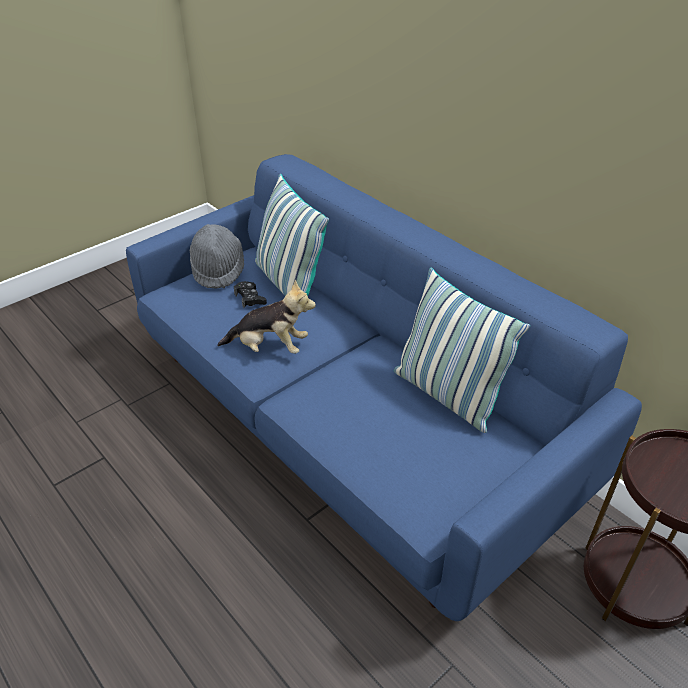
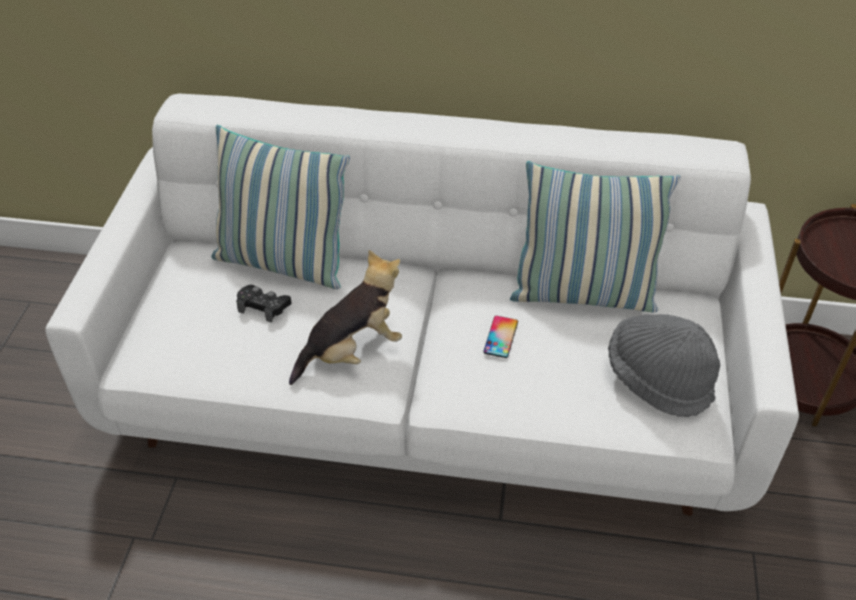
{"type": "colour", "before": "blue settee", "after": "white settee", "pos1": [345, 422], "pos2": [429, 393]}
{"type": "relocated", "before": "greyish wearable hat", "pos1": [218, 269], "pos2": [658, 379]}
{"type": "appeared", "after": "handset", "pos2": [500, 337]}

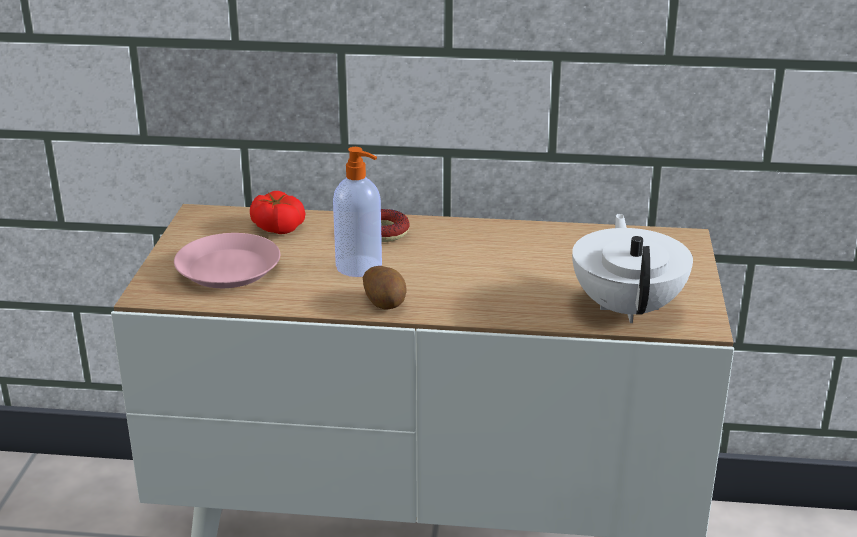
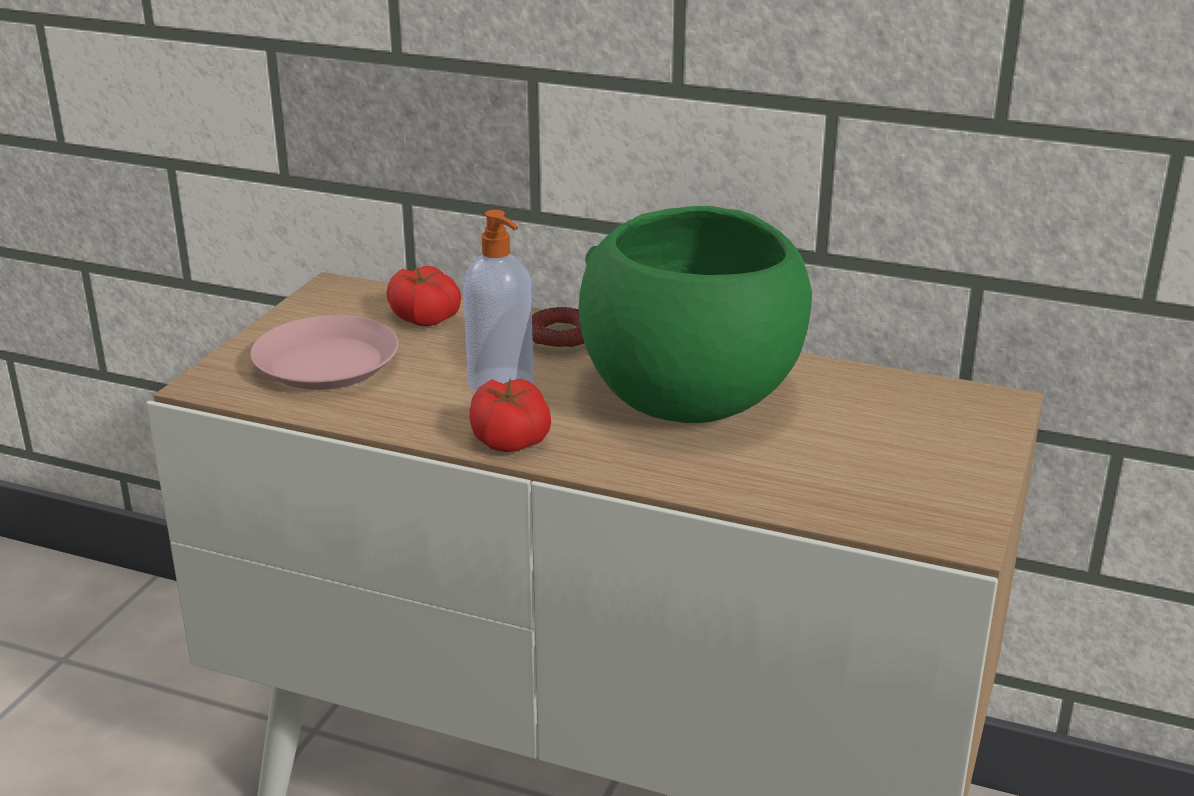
{"type": "missing", "before": "white teapot", "pos1": [628, 307]}
{"type": "exchanged", "before": "whole potato", "after": "fresh tomato", "pos1": [385, 302], "pos2": [509, 437]}
{"type": "appeared", "after": "green-coloured deep dish", "pos2": [688, 393]}

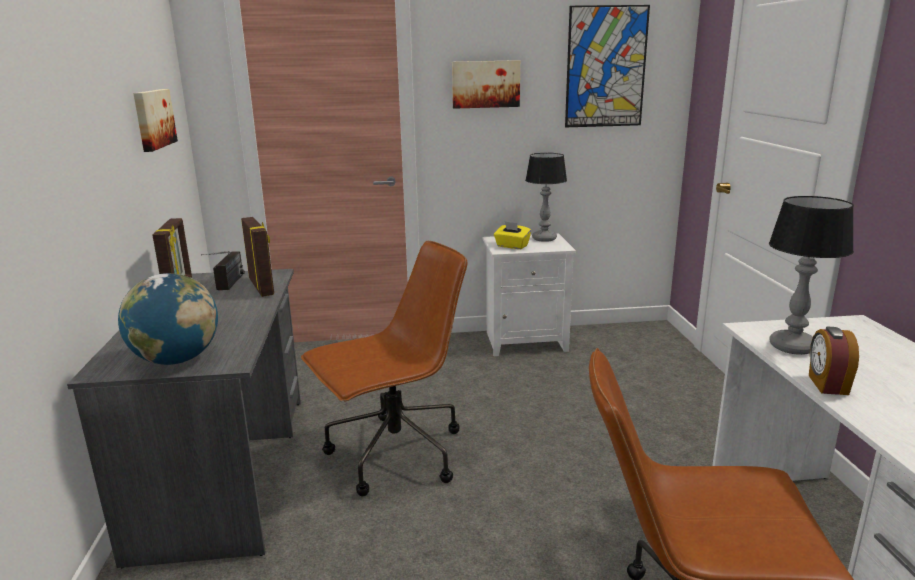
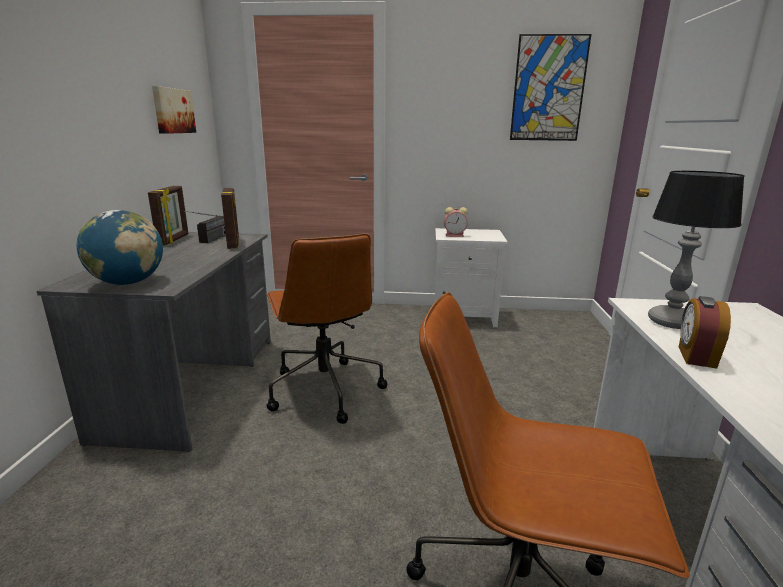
{"type": "missing", "before": "wall picture", "pos1": [485, 84]}
{"type": "missing", "before": "table lamp", "pos1": [544, 239]}
{"type": "exchanged", "before": "yellow tissue box", "after": "alarm clock", "pos1": [512, 246], "pos2": [455, 235]}
{"type": "spun", "before": "brown-coloured computer chair", "pos1": [394, 455], "pos2": [324, 389], "turn": 90}

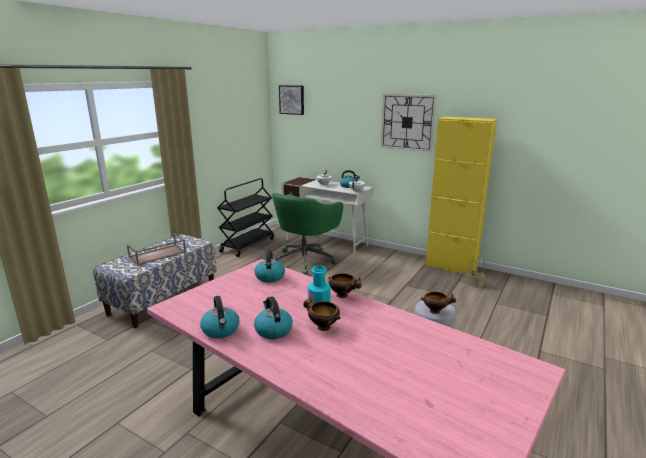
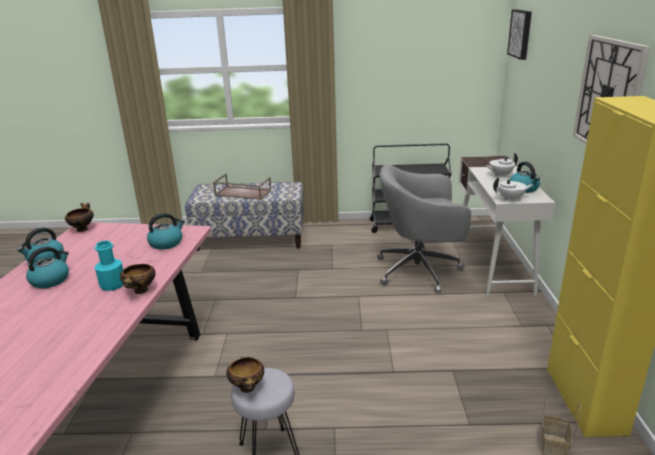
{"type": "colour", "before": "green-coloured computer chair", "after": "greyish computer chair", "pos1": [305, 260], "pos2": [420, 270]}
{"type": "relocated", "before": "deep dish", "pos1": [322, 327], "pos2": [82, 229]}

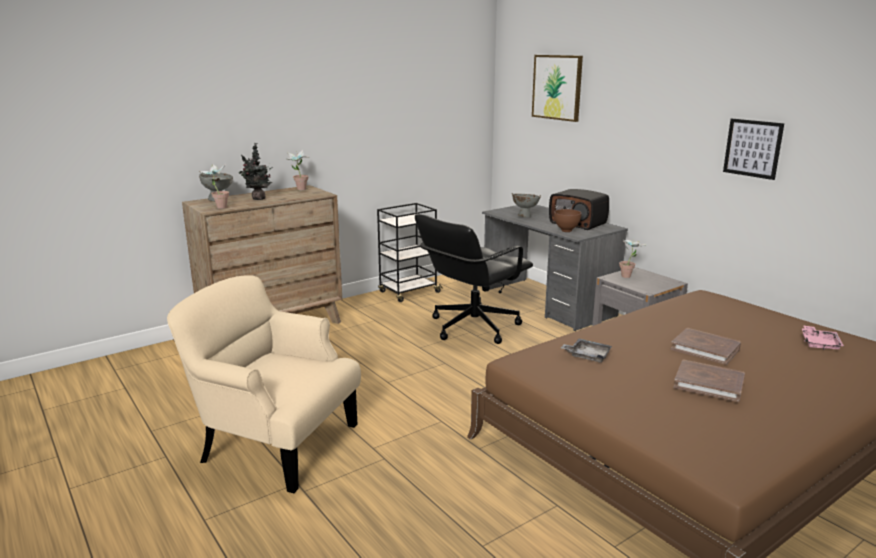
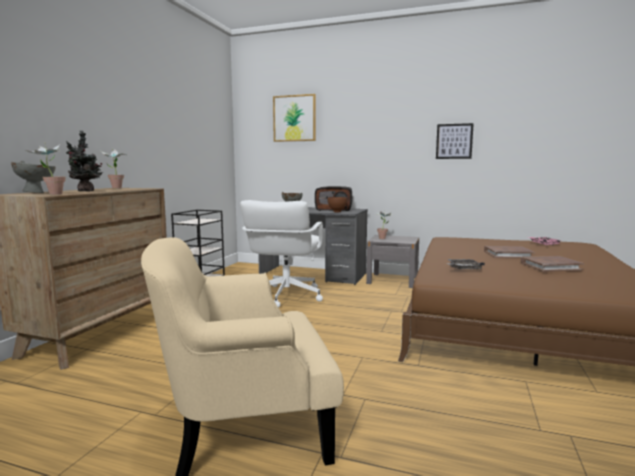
{"type": "colour", "before": "black-coloured computer chair", "after": "white computer chair", "pos1": [472, 327], "pos2": [285, 296]}

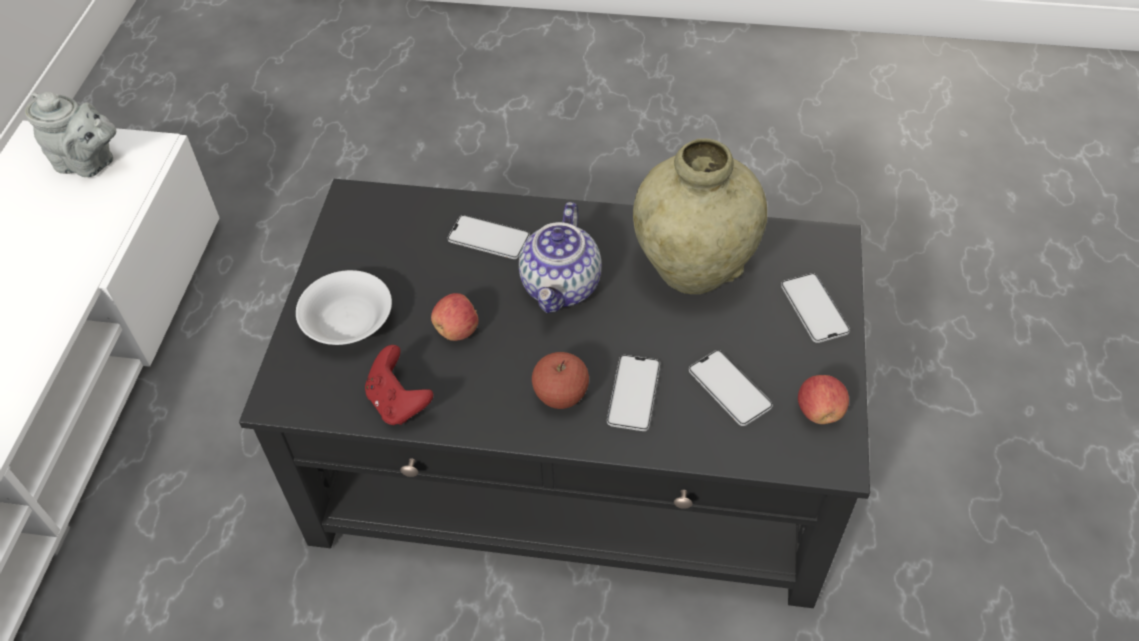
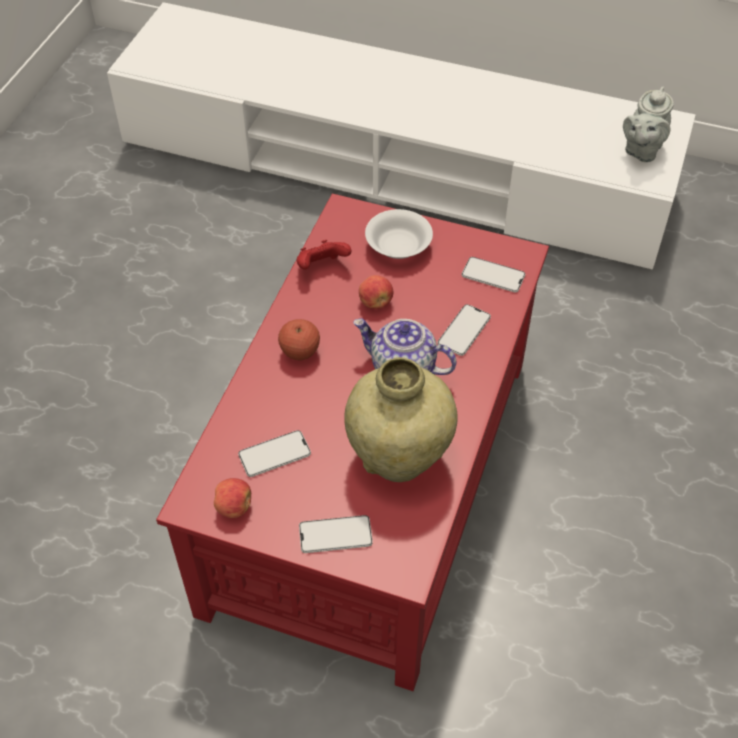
{"type": "colour", "before": "black-coloured lounge table", "after": "red-coloured lounge table", "pos1": [576, 457], "pos2": [369, 482]}
{"type": "relocated", "before": "handset", "pos1": [633, 393], "pos2": [493, 275]}

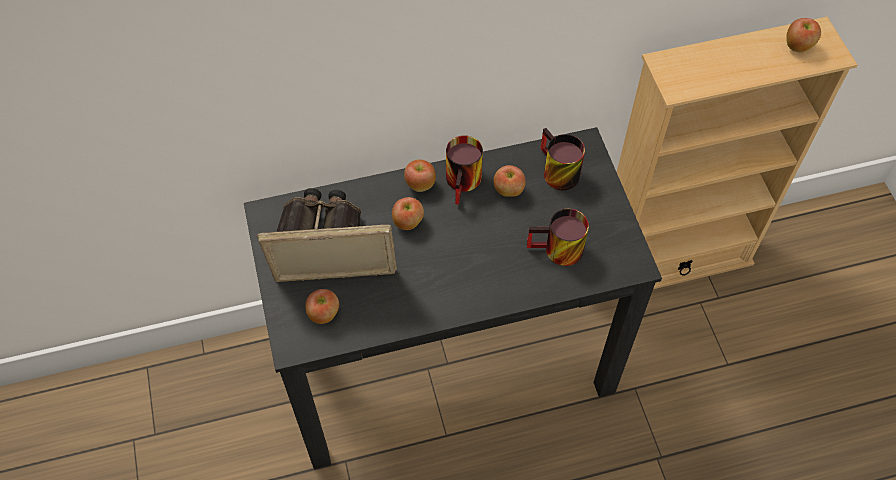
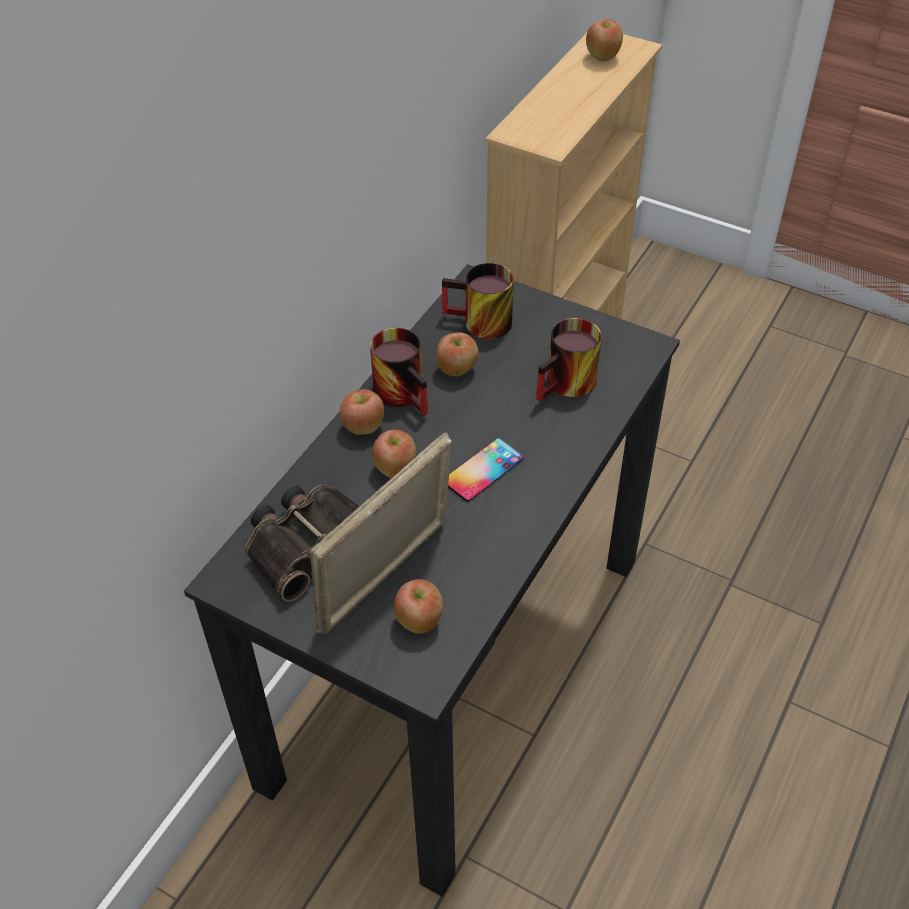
{"type": "appeared", "after": "handset", "pos2": [483, 470]}

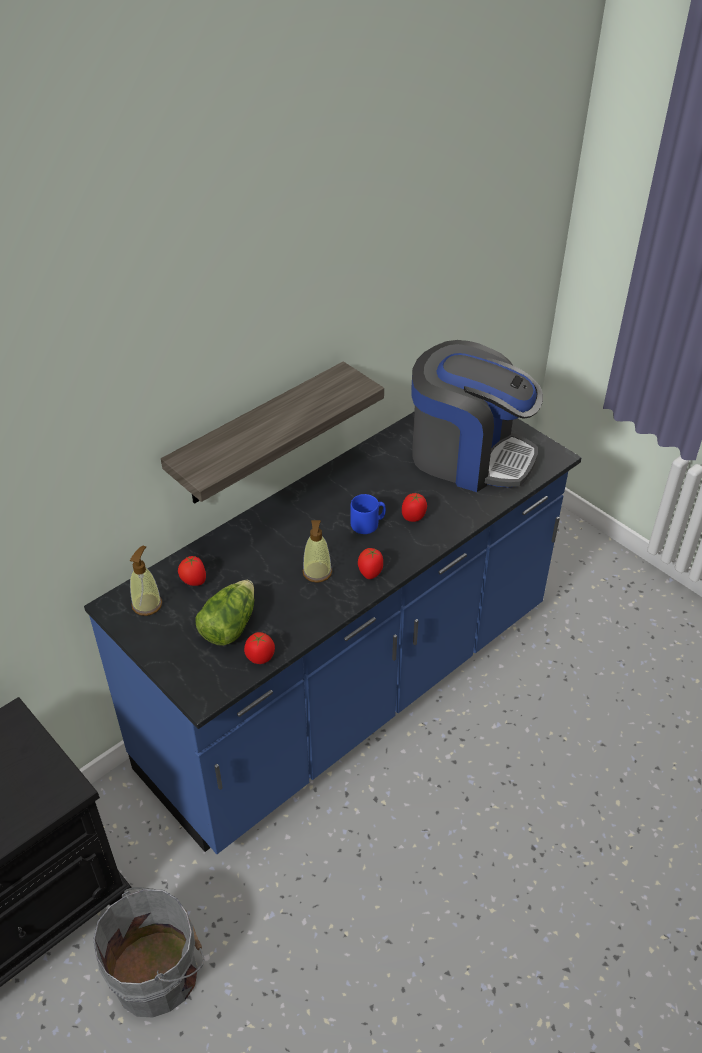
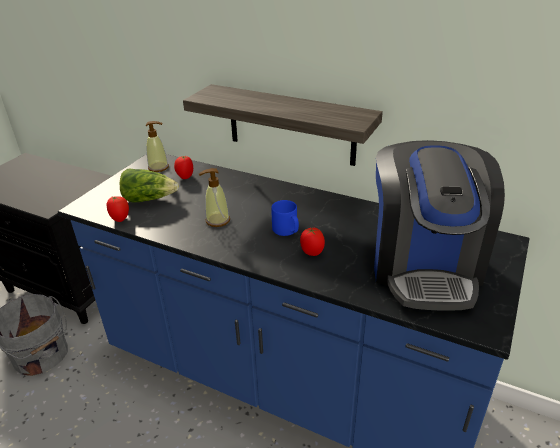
{"type": "missing", "before": "fresh tomato", "pos1": [370, 573]}

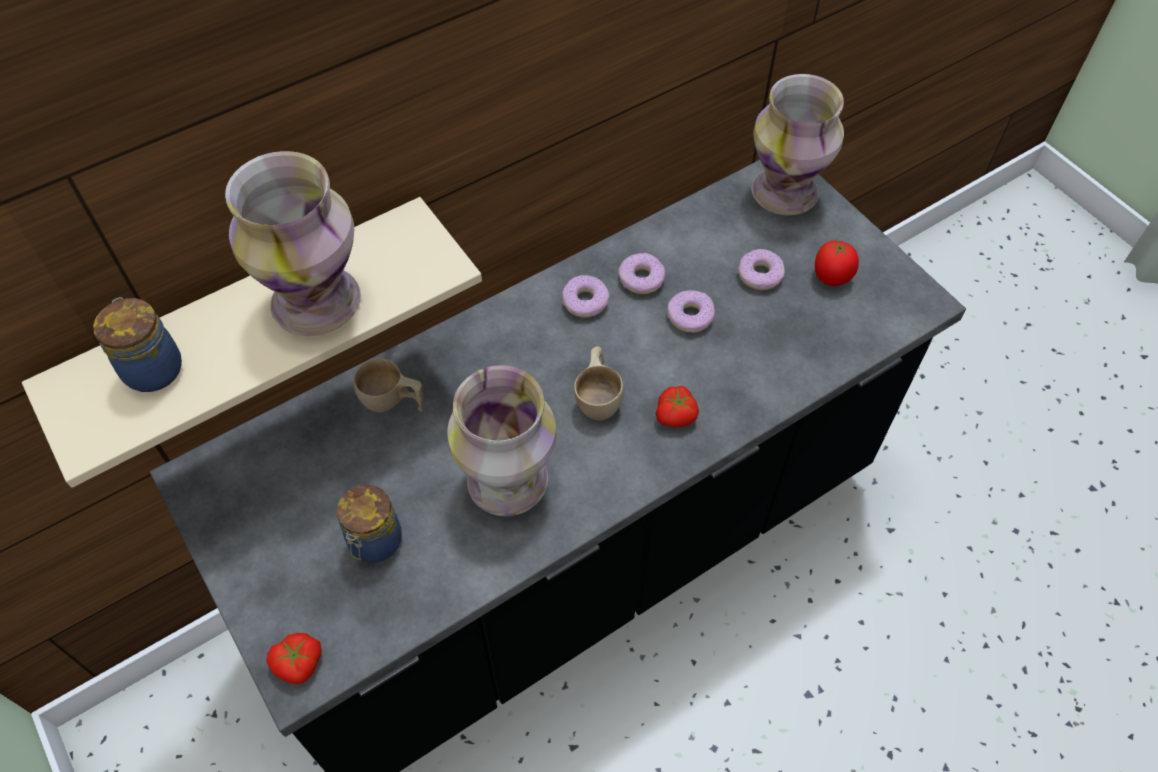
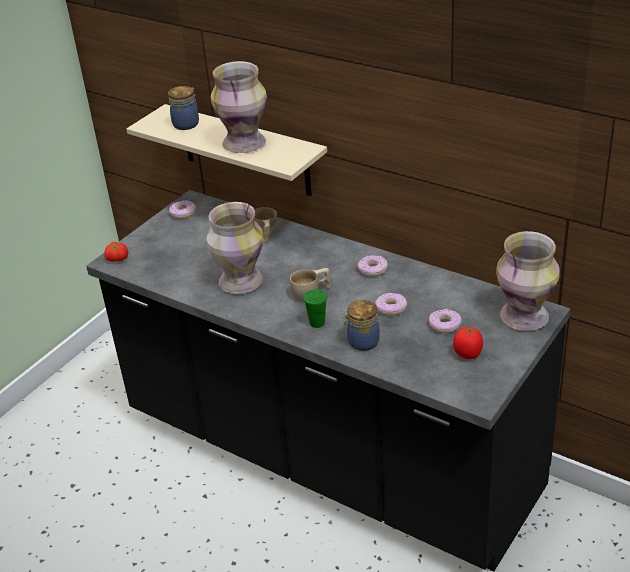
{"type": "relocated", "before": "doughnut", "pos1": [641, 279], "pos2": [183, 213]}
{"type": "exchanged", "before": "fresh tomato", "after": "green-coloured cup", "pos1": [676, 415], "pos2": [317, 323]}
{"type": "relocated", "before": "preserve jar", "pos1": [374, 543], "pos2": [362, 342]}

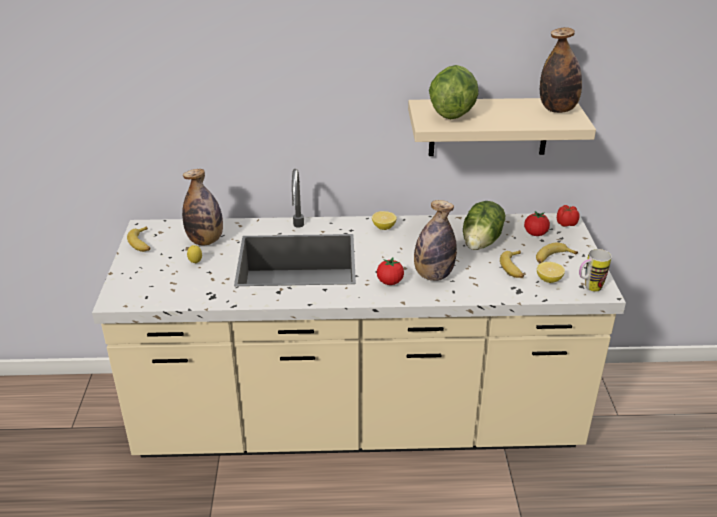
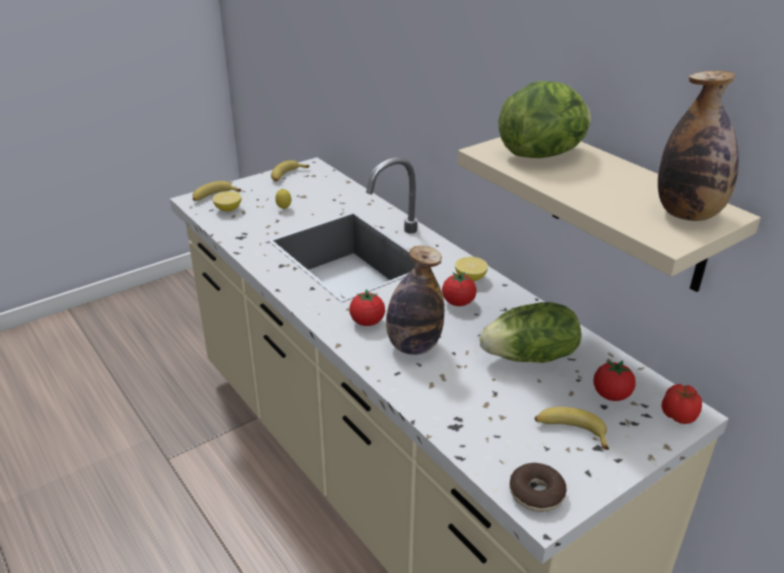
{"type": "missing", "before": "bottle", "pos1": [205, 241]}
{"type": "exchanged", "before": "mug", "after": "doughnut", "pos1": [588, 288], "pos2": [536, 493]}
{"type": "relocated", "before": "banana", "pos1": [514, 268], "pos2": [214, 196]}
{"type": "relocated", "before": "citrus fruit", "pos1": [549, 280], "pos2": [228, 209]}
{"type": "appeared", "after": "fresh tomato", "pos2": [458, 302]}

